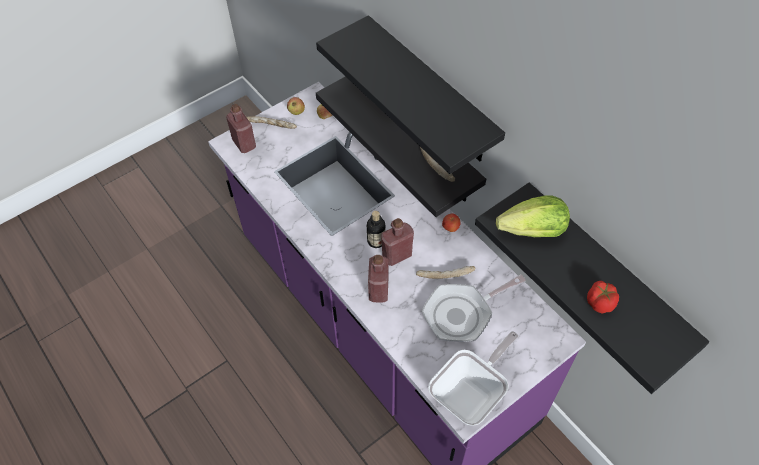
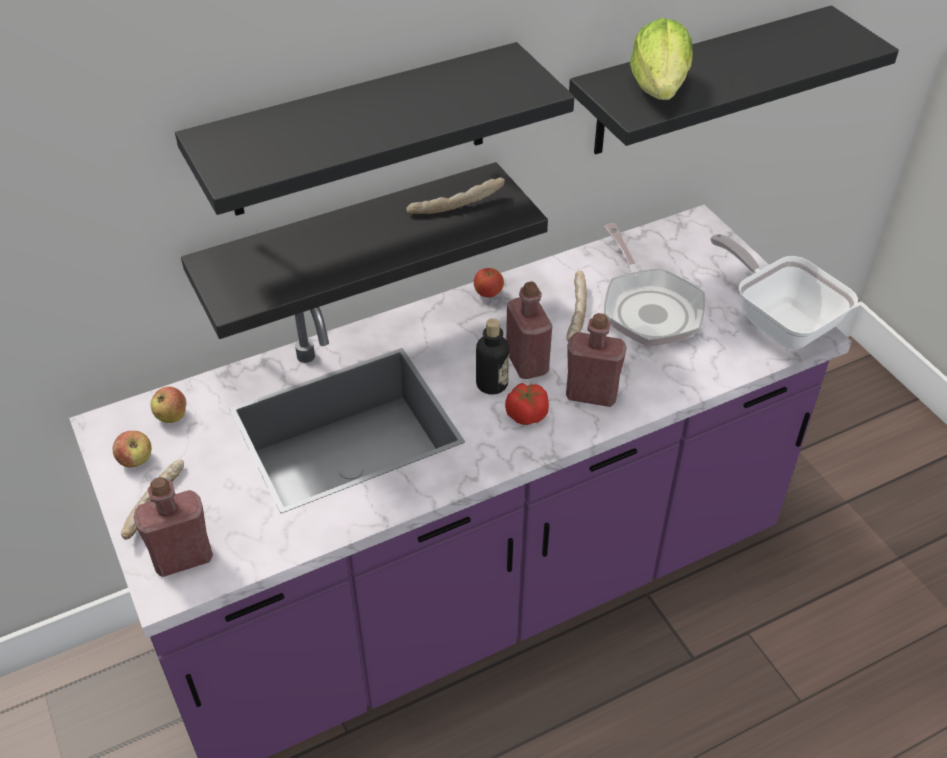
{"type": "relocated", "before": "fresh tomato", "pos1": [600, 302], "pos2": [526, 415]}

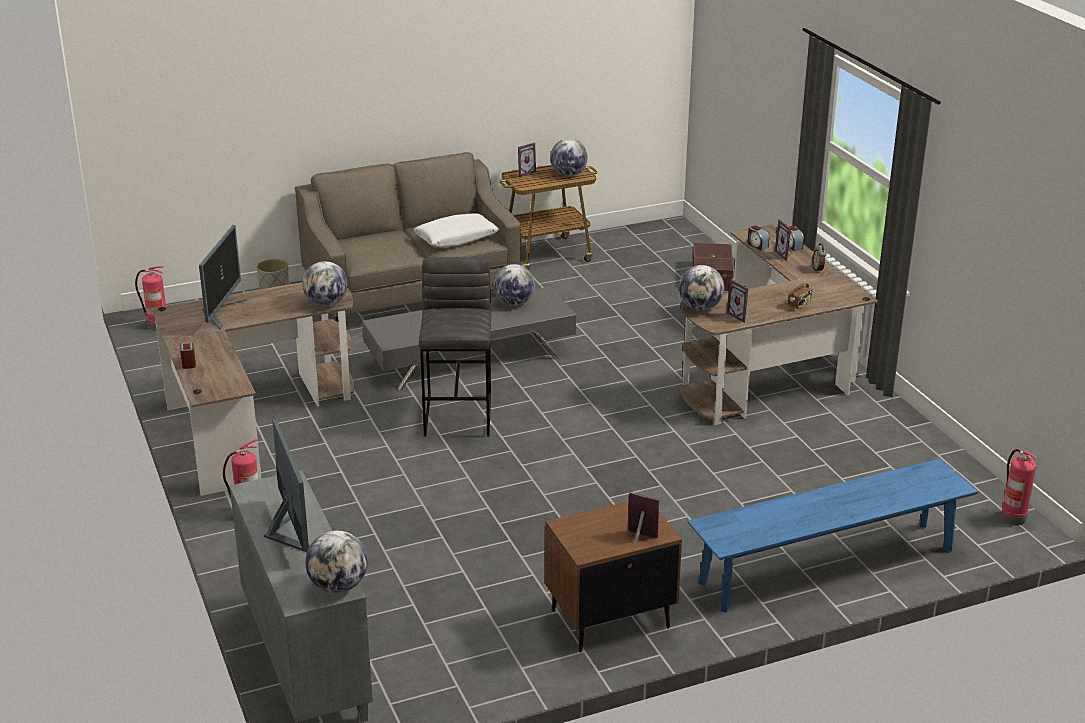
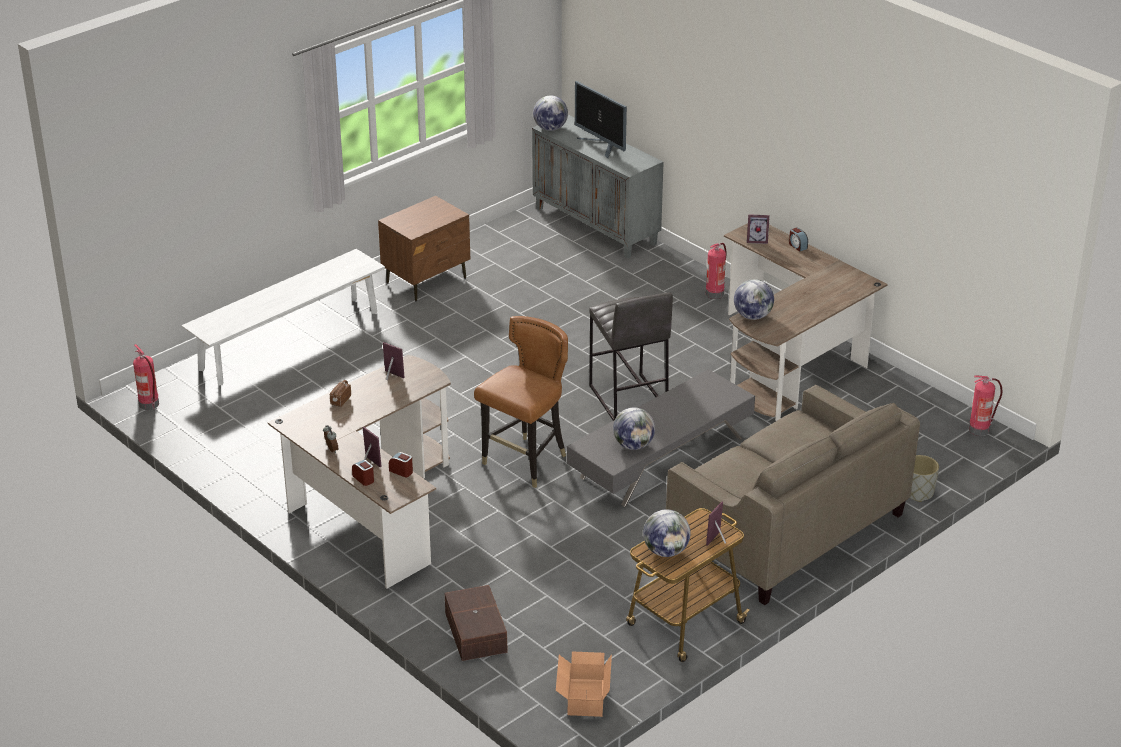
{"type": "missing", "before": "white pillow", "pos1": [456, 238]}
{"type": "missing", "before": "computer screen", "pos1": [221, 312]}
{"type": "missing", "before": "desk globe", "pos1": [700, 307]}
{"type": "colour", "before": "blue indoor bench", "after": "white indoor bench", "pos1": [827, 566], "pos2": [289, 340]}
{"type": "relocated", "before": "photo frame", "pos1": [640, 538], "pos2": [757, 240]}
{"type": "appeared", "after": "brown-coloured plain chair", "pos2": [526, 462]}
{"type": "appeared", "after": "cardboard box", "pos2": [583, 698]}

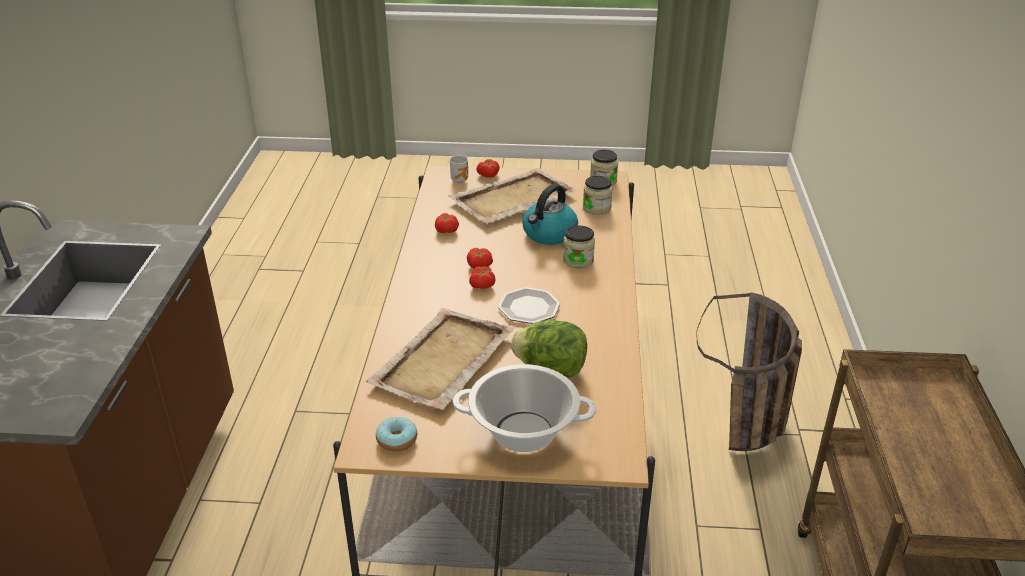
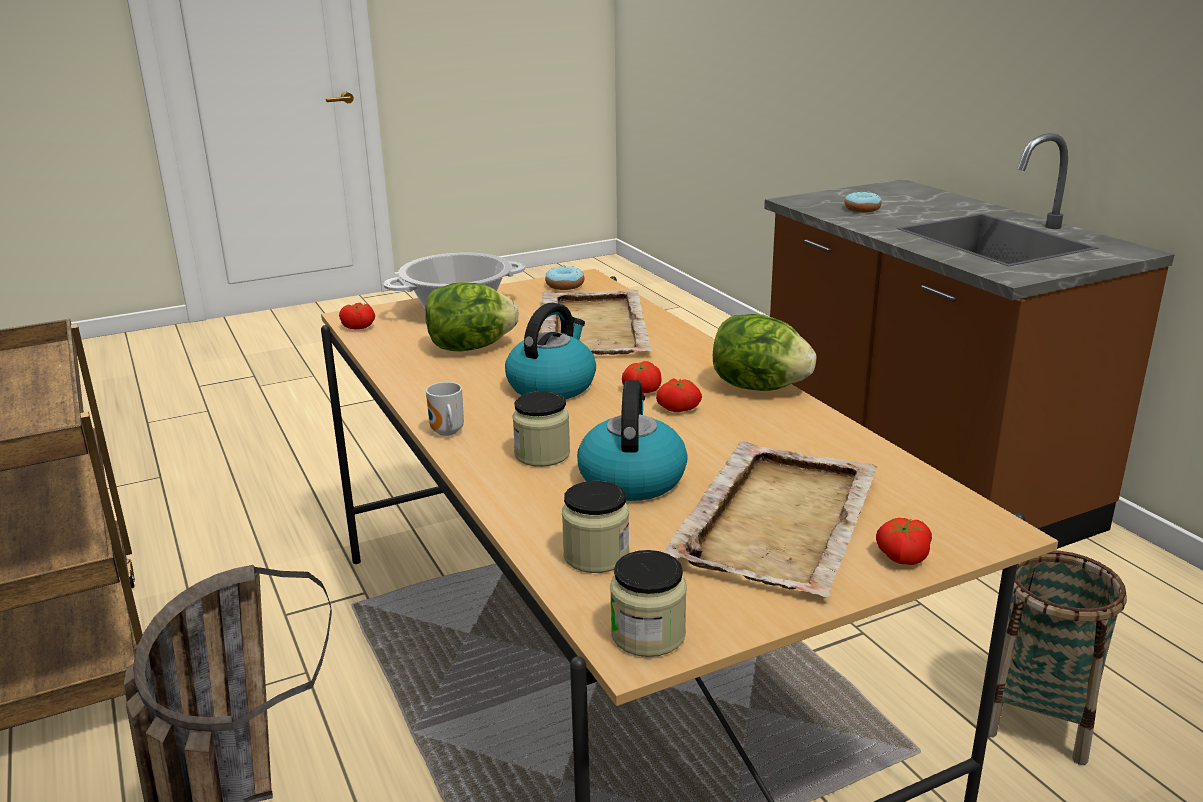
{"type": "relocated", "before": "mug", "pos1": [460, 180], "pos2": [446, 433]}
{"type": "relocated", "before": "fresh tomato", "pos1": [446, 231], "pos2": [359, 326]}
{"type": "exchanged", "before": "plate", "after": "kettle", "pos1": [529, 308], "pos2": [552, 386]}
{"type": "appeared", "after": "doughnut", "pos2": [862, 209]}
{"type": "appeared", "after": "lettuce", "pos2": [758, 387]}
{"type": "appeared", "after": "storage basket", "pos2": [1039, 720]}

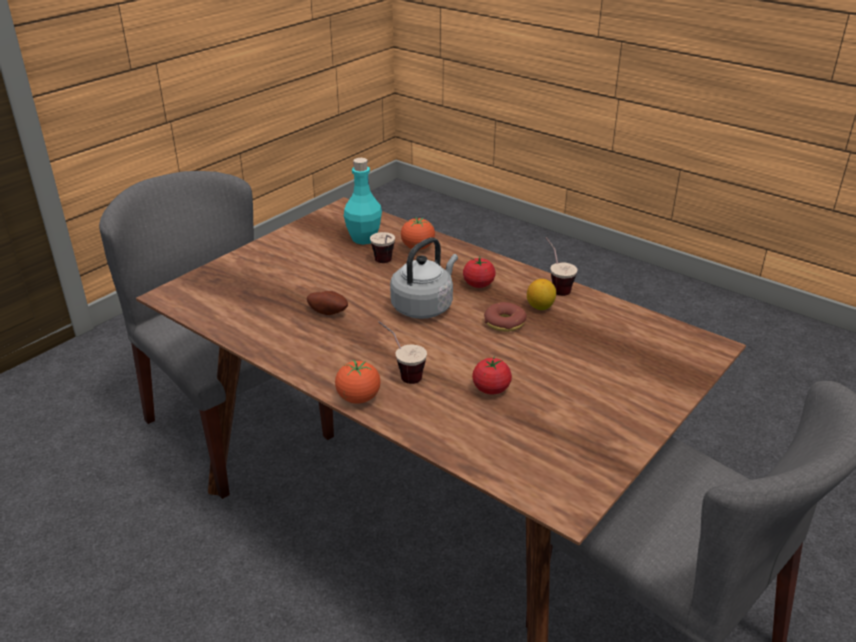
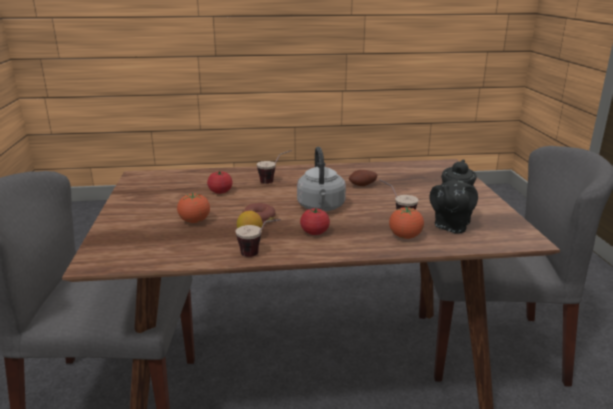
{"type": "exchanged", "before": "turquoise bottle", "after": "black-coloured teapot", "pos1": [364, 239], "pos2": [451, 225]}
{"type": "relocated", "before": "fresh tomato", "pos1": [358, 398], "pos2": [194, 221]}

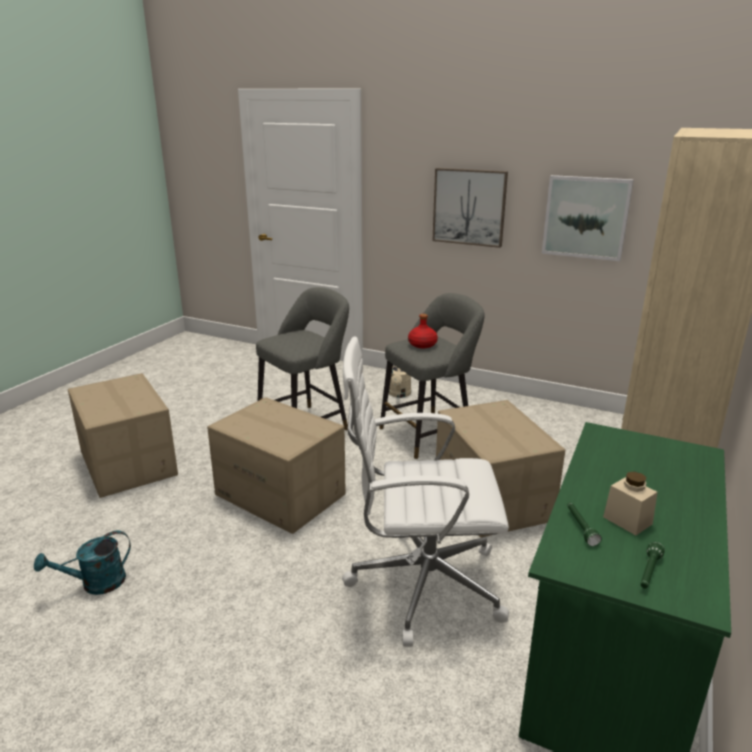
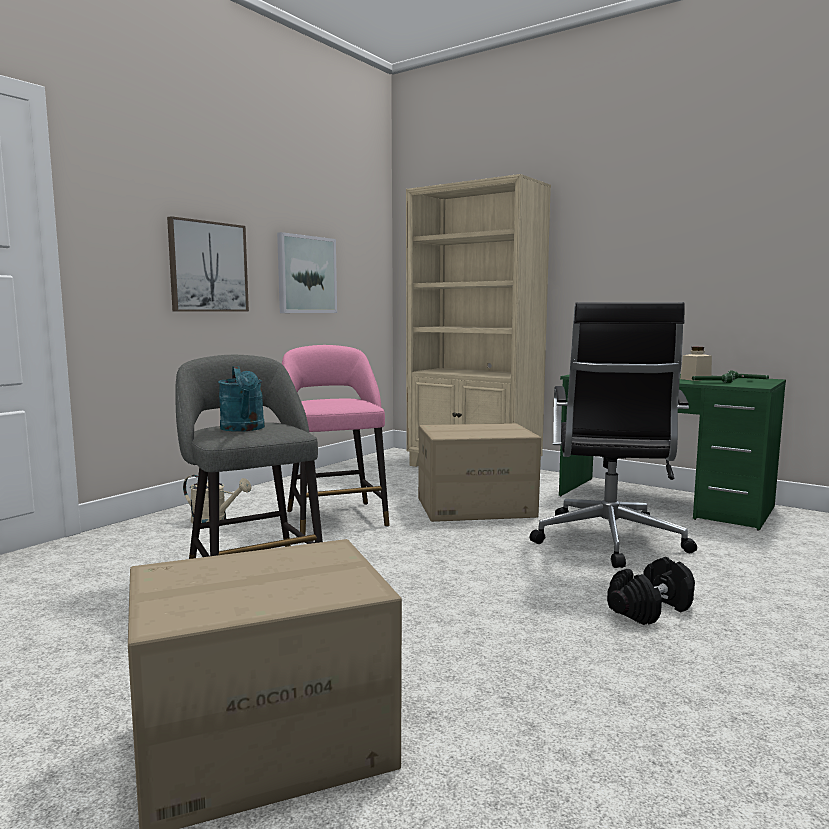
{"type": "colour", "before": "greyish stool seat", "after": "pinkish stool seat", "pos1": [429, 434], "pos2": [335, 516]}
{"type": "missing", "before": "red-coloured bottle", "pos1": [423, 345]}
{"type": "colour", "before": "white computer chair", "after": "black-coloured computer chair", "pos1": [421, 583], "pos2": [608, 541]}
{"type": "missing", "before": "cardboard box", "pos1": [281, 494]}
{"type": "relocated", "before": "turquoise sprinkling can", "pos1": [96, 584], "pos2": [244, 429]}
{"type": "appeared", "after": "black-coloured free weight", "pos2": [650, 610]}

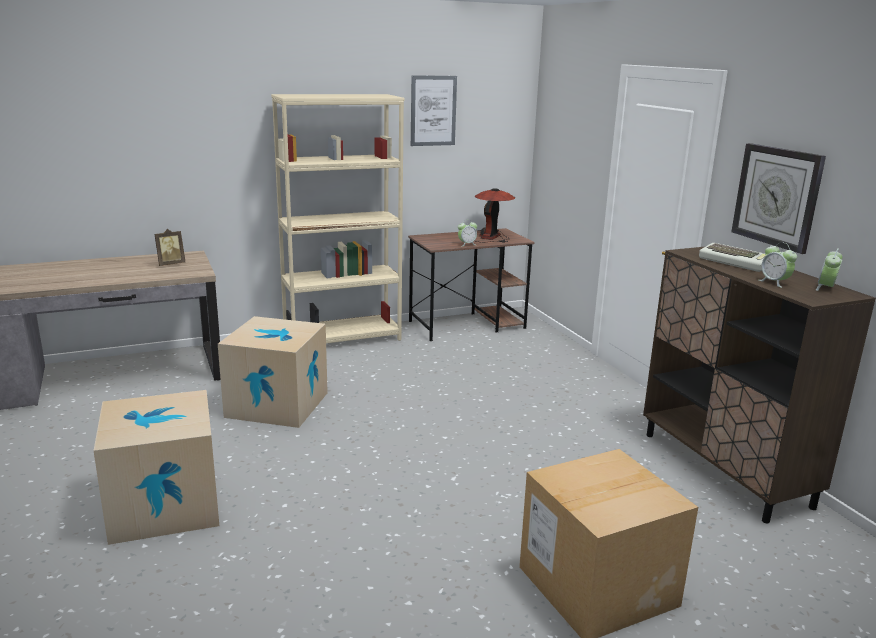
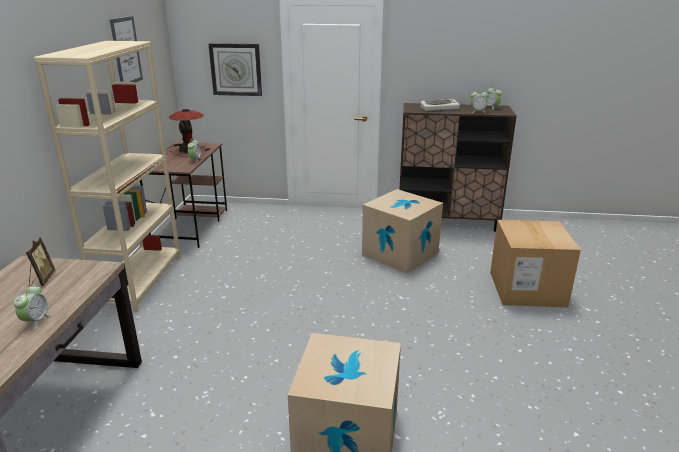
{"type": "relocated", "before": "clock on the wall", "pos1": [777, 196], "pos2": [236, 69]}
{"type": "relocated", "before": "cardboard box", "pos1": [277, 405], "pos2": [400, 254]}
{"type": "appeared", "after": "alarm clock", "pos2": [35, 321]}

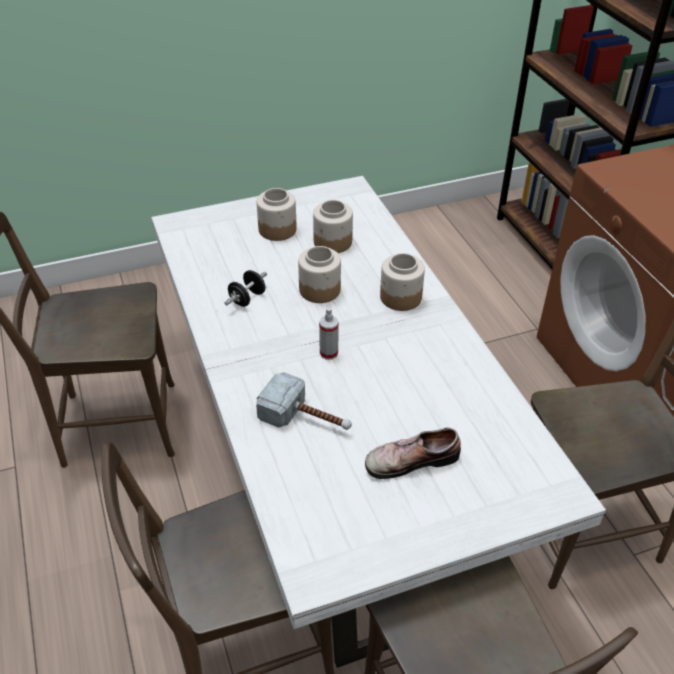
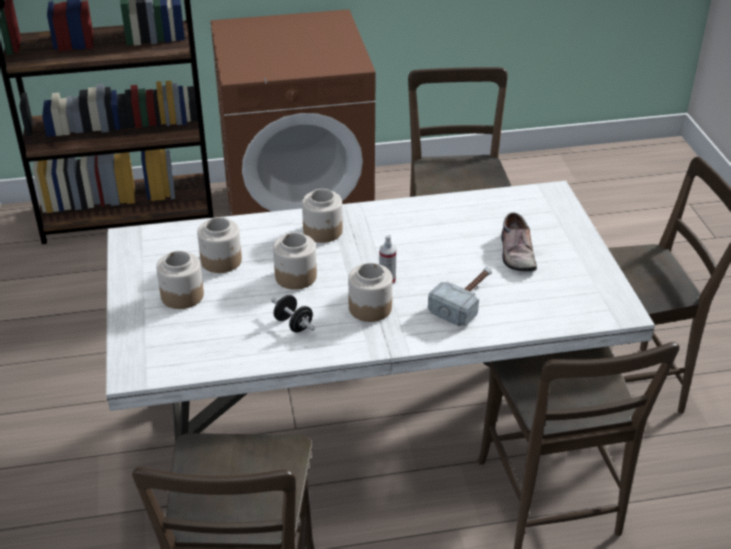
{"type": "appeared", "after": "preserve jar", "pos2": [370, 308]}

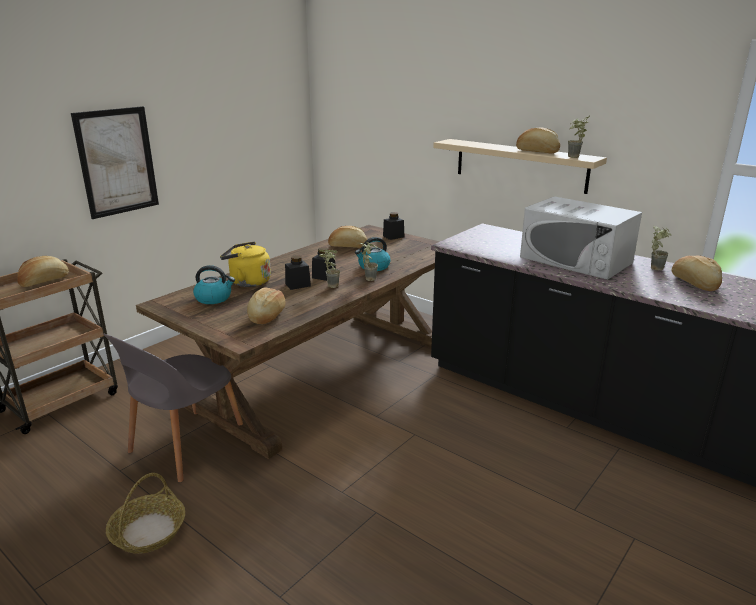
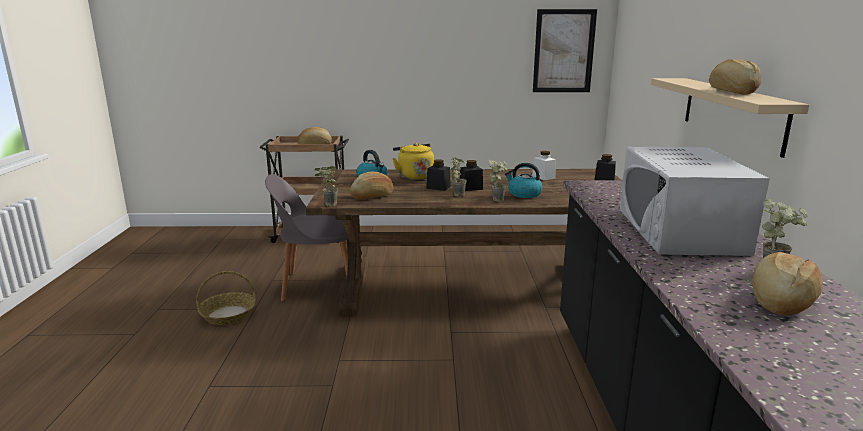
{"type": "relocated", "before": "wall picture", "pos1": [117, 162], "pos2": [563, 51]}
{"type": "relocated", "before": "potted plant", "pos1": [573, 157], "pos2": [327, 205]}
{"type": "exchanged", "before": "bread", "after": "white preserve jar", "pos1": [348, 246], "pos2": [543, 177]}

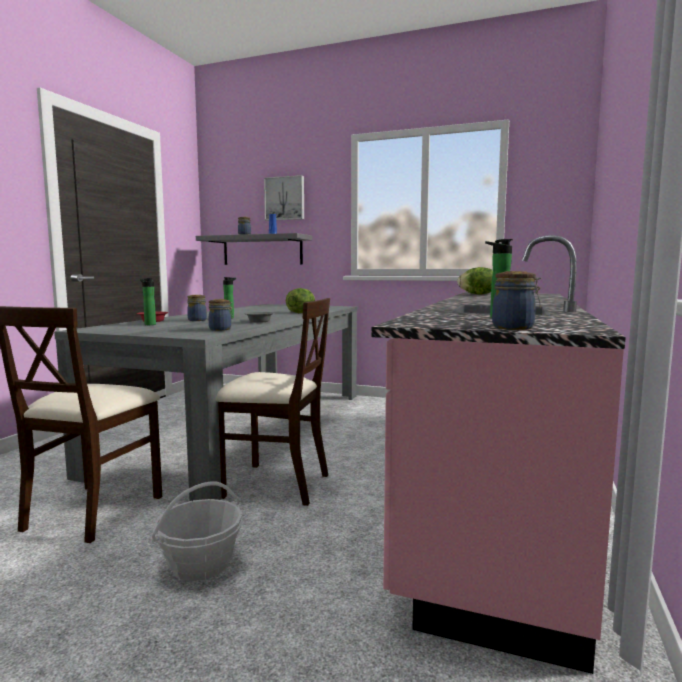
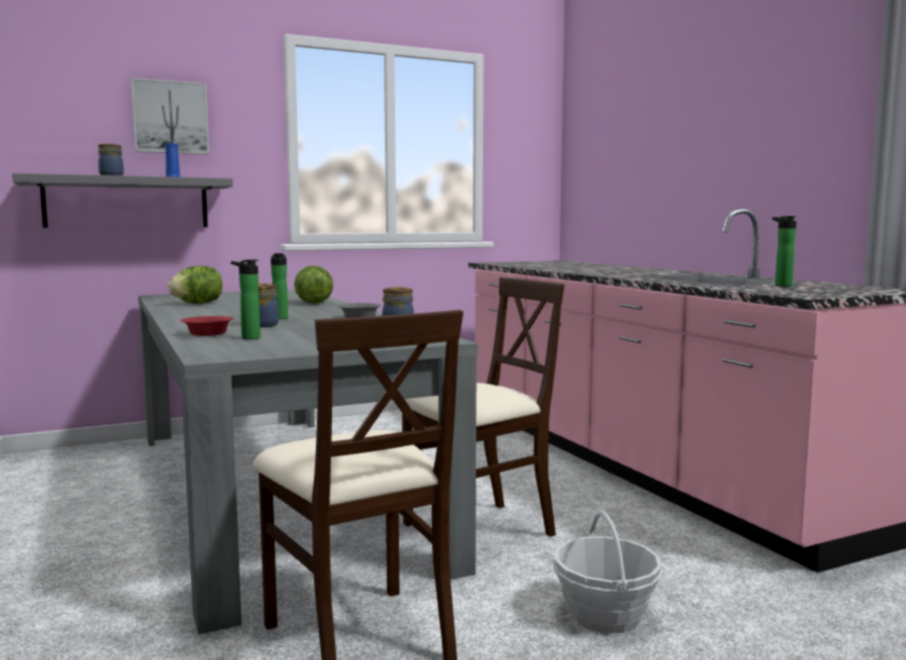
{"type": "relocated", "before": "lettuce", "pos1": [477, 294], "pos2": [197, 303]}
{"type": "missing", "before": "preserve jar", "pos1": [515, 328]}

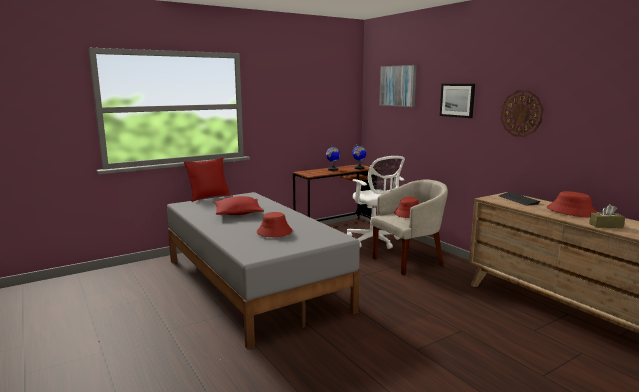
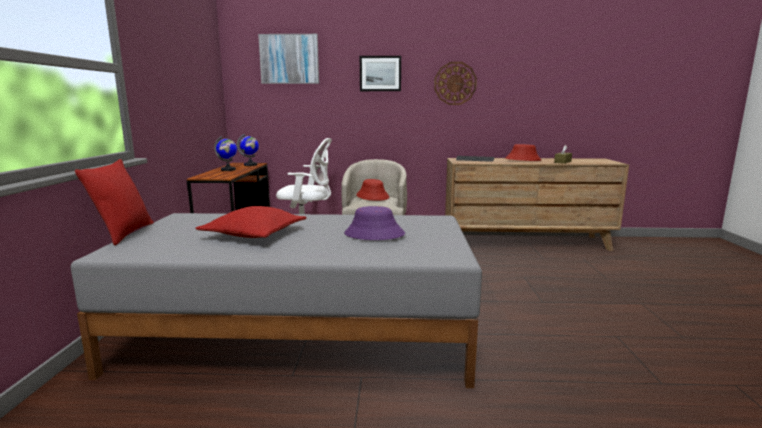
{"type": "colour", "before": "red-coloured wearable hat", "after": "purple wearable hat", "pos1": [274, 232], "pos2": [374, 234]}

